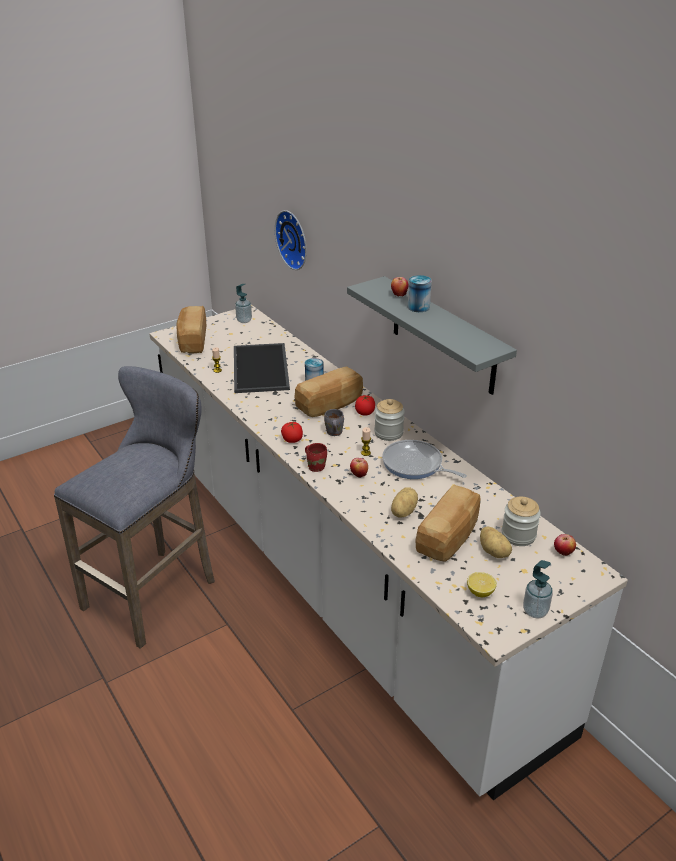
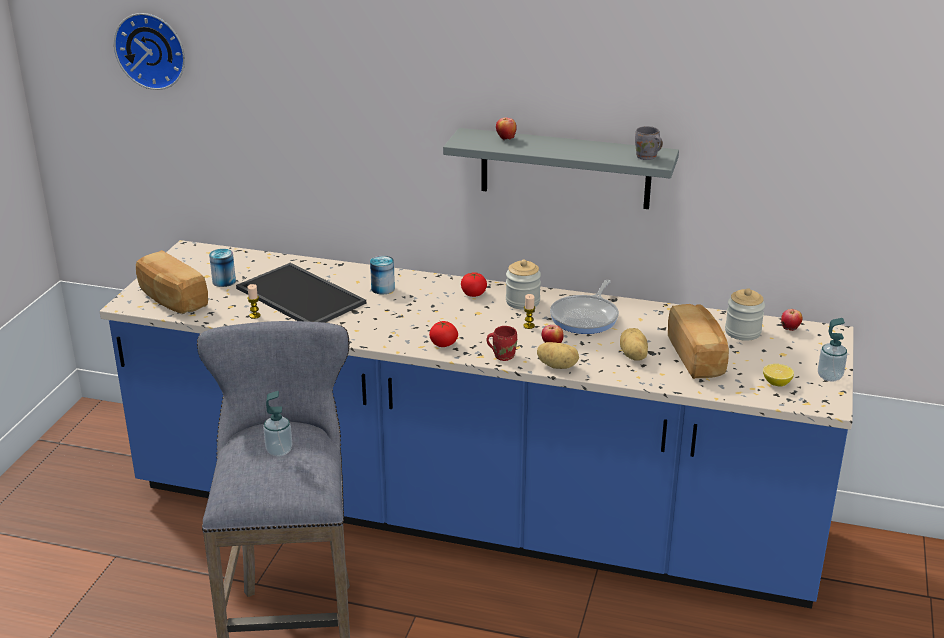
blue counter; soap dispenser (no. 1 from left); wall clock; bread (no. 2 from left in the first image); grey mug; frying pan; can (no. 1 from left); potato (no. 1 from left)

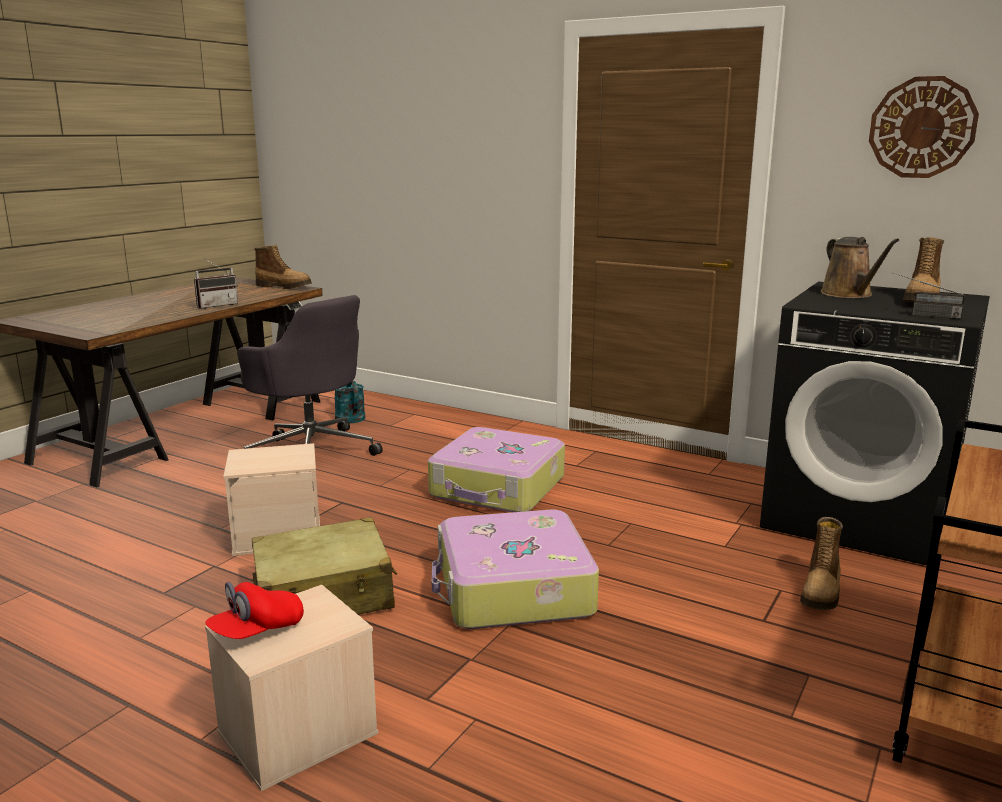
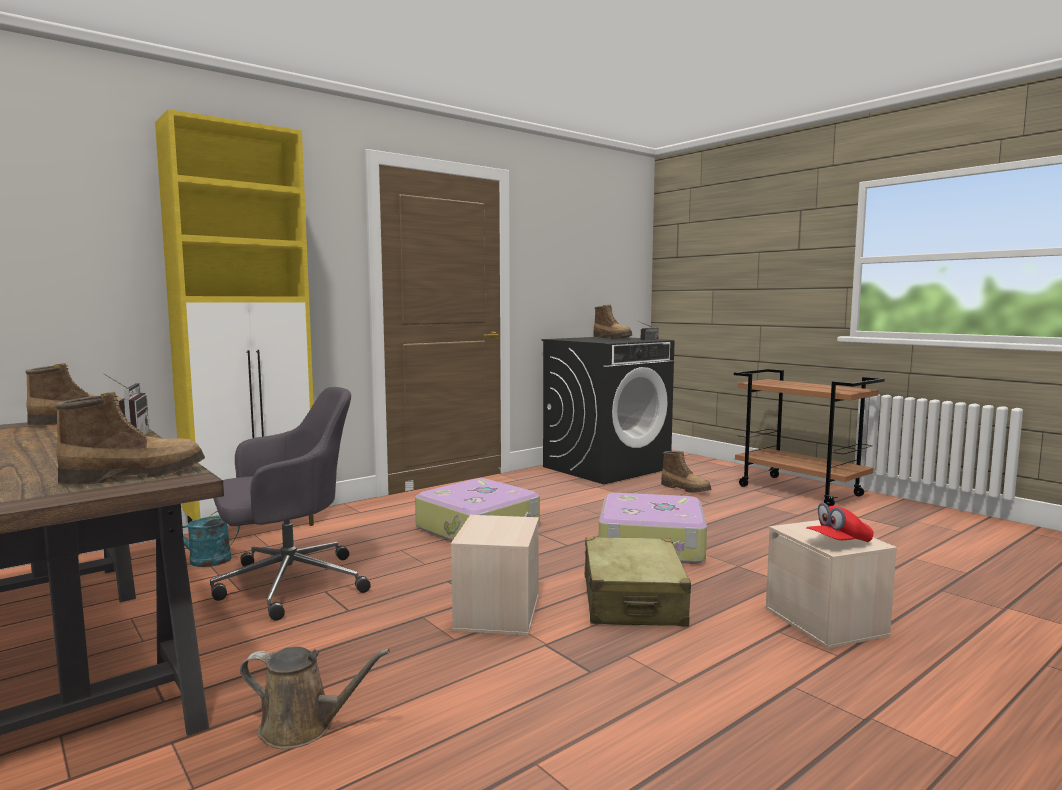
red cap; brown watering can; wall clock; boot (no. 2 from left); yellow cabinet

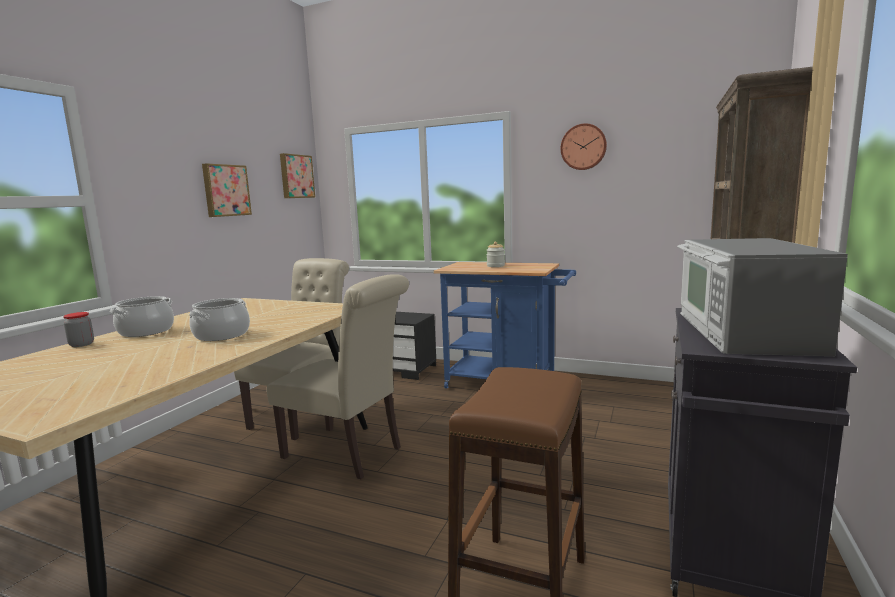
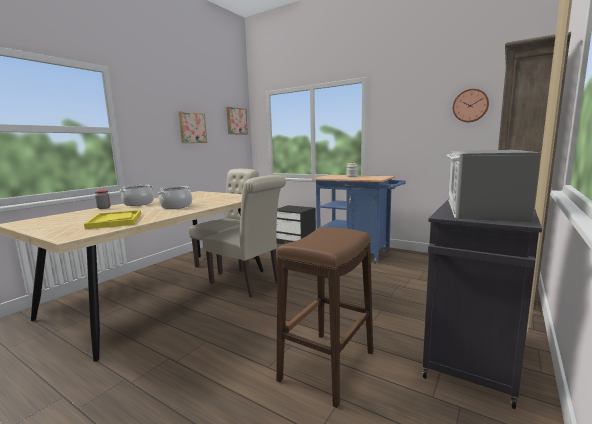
wall clock; yellow tray

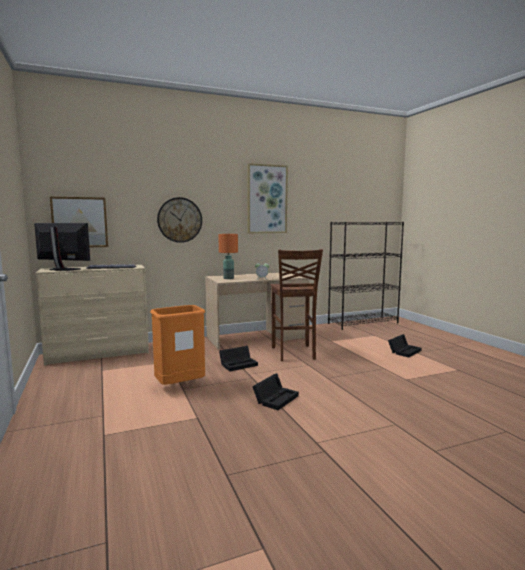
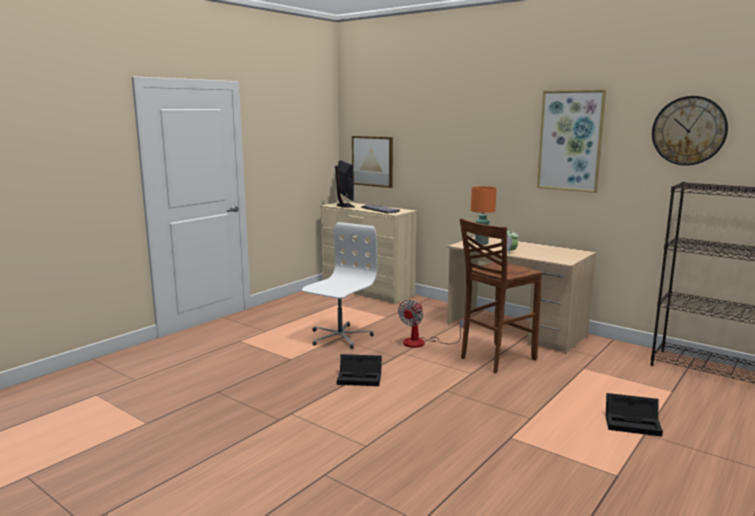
white office chair; wall clock; fan

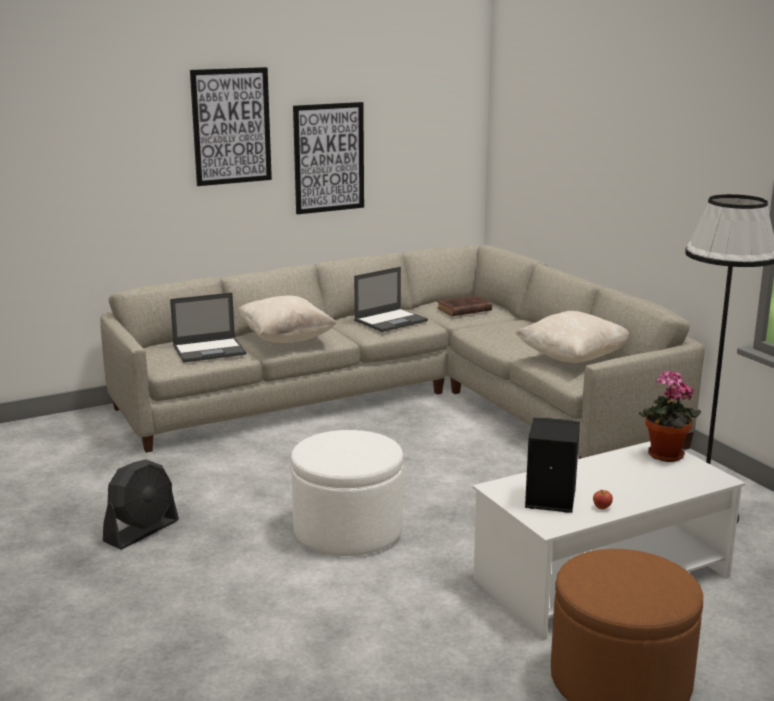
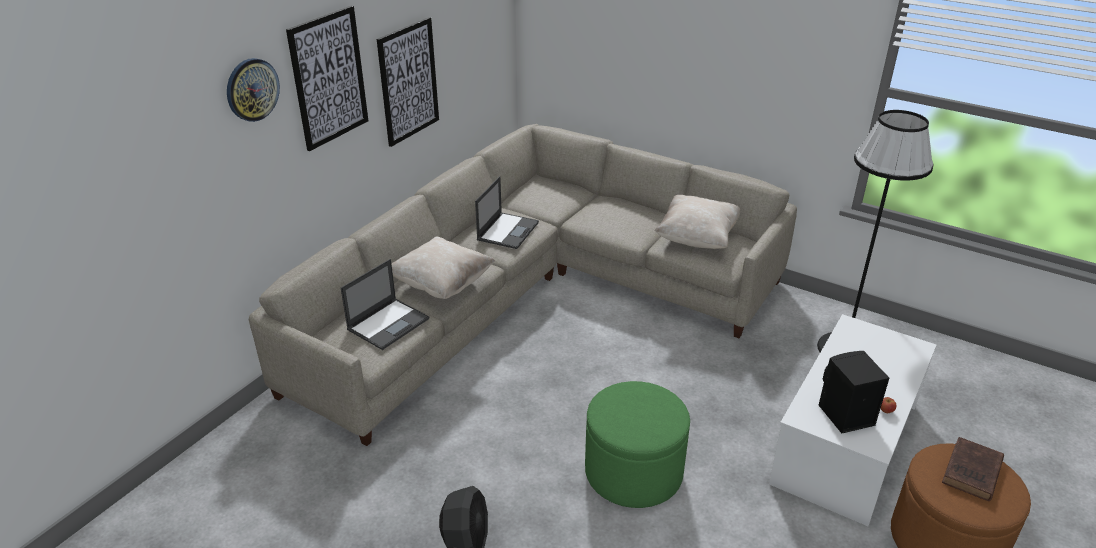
green ottoman; brown book; potted plant; wall clock

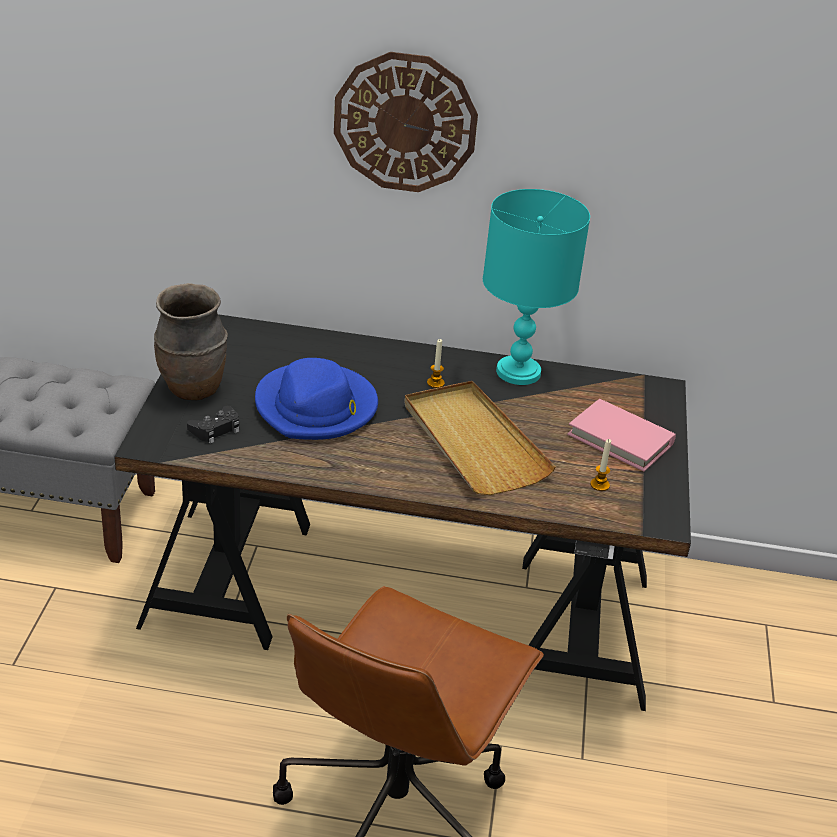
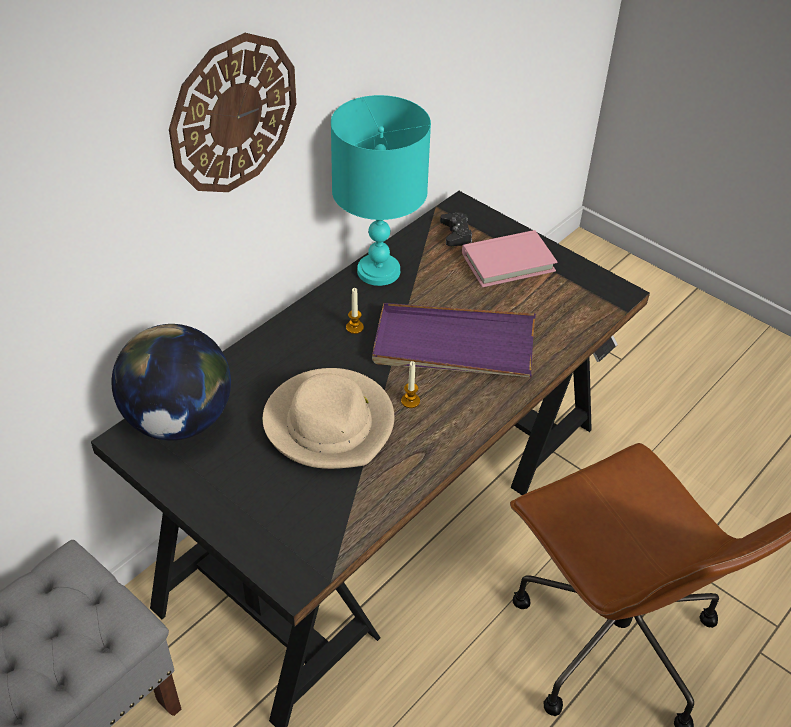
brown vase; black game controller; beige hat; purple tray; candle (no. 2 from left); globe

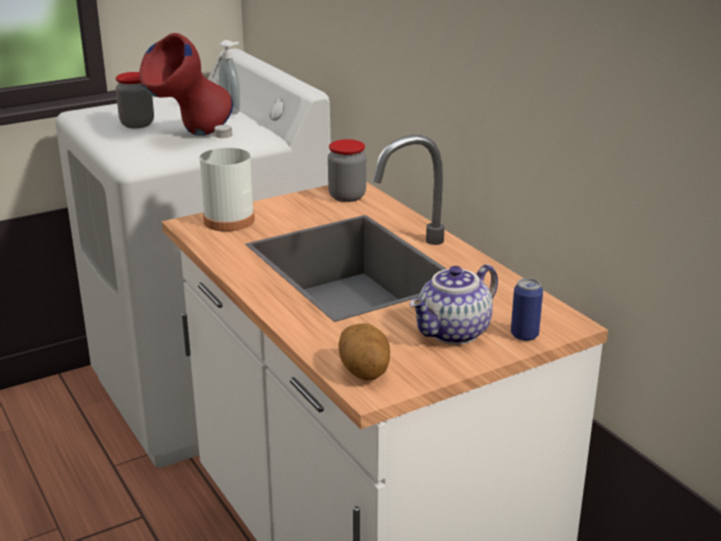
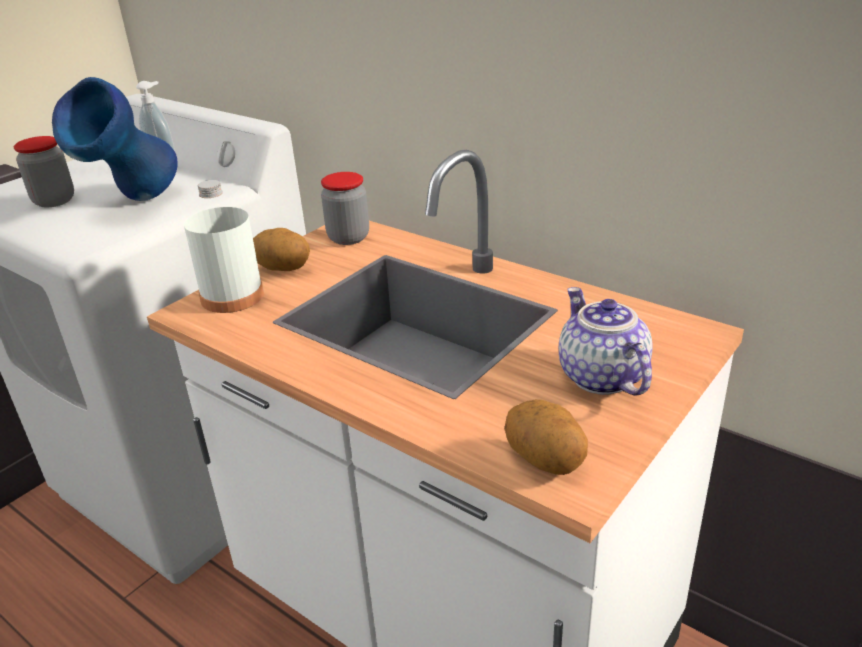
blue vase; teapot; can; potato (no. 1 from left)

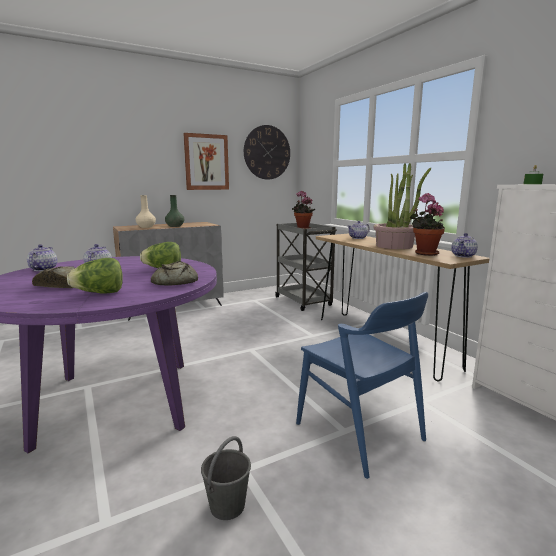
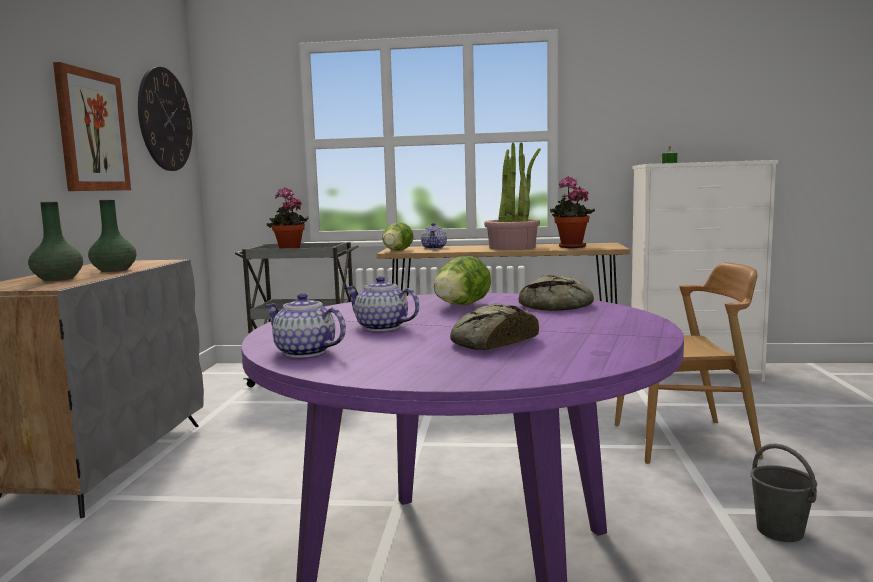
lettuce (no. 1 from left); green vase (no. 1 from left); brown chair; teapot (no. 4 from left in the first image)

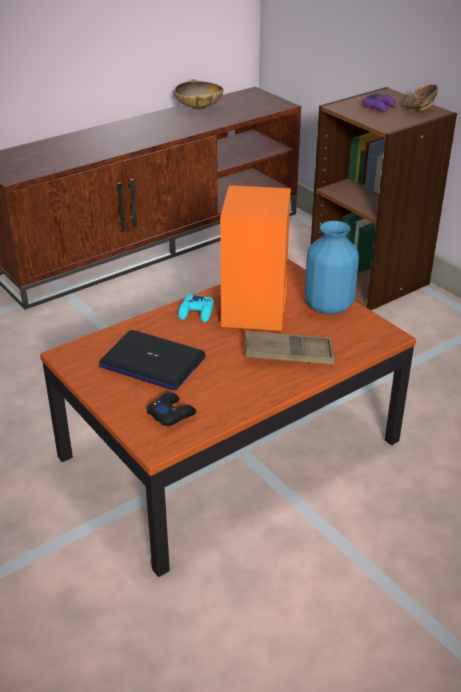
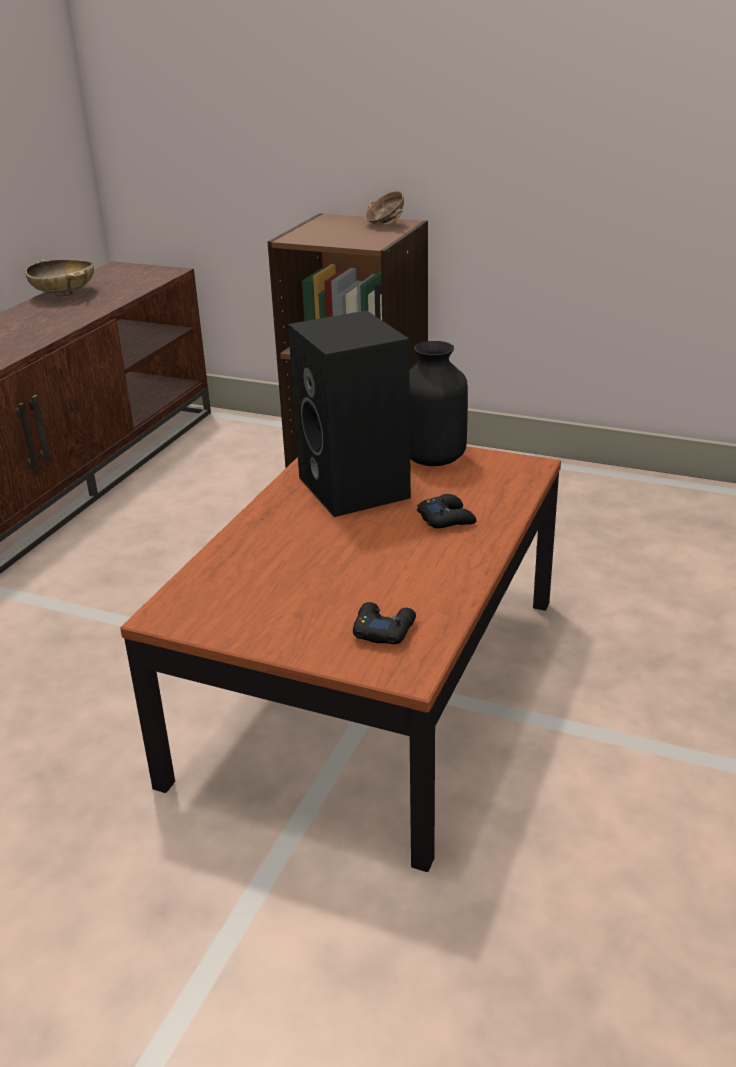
laptop; turquoise game controller; black speaker; black game controller (no. 2 from left); black vase; purple game controller

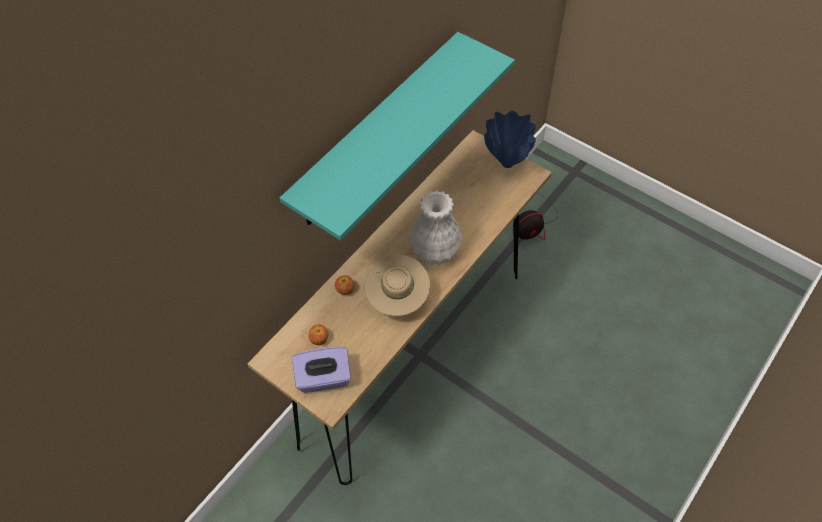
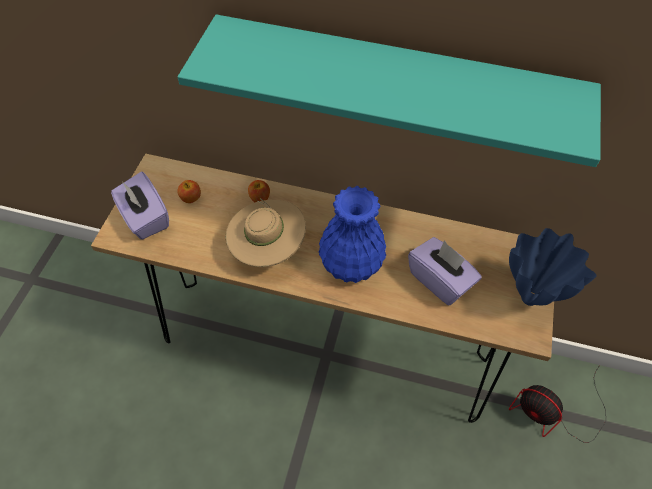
blue vase (no. 1 from left); purple tissue box (no. 2 from left)

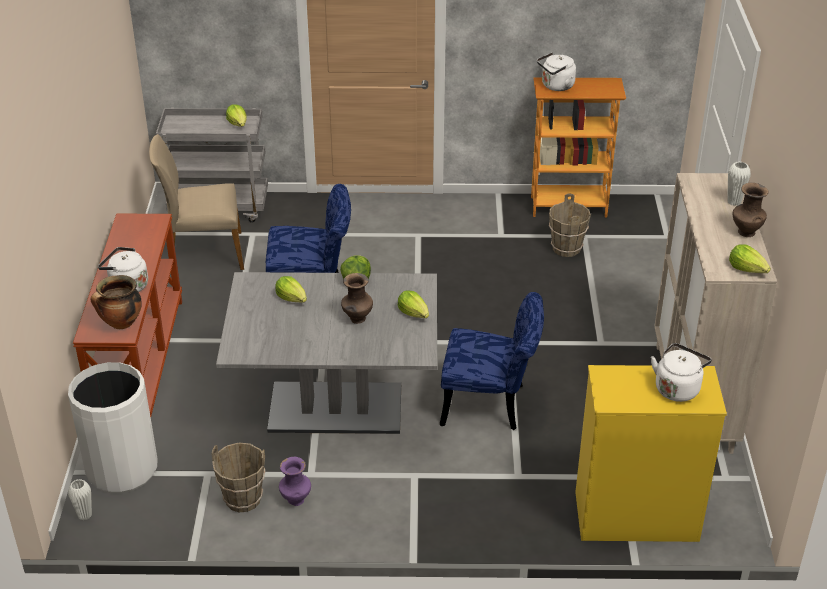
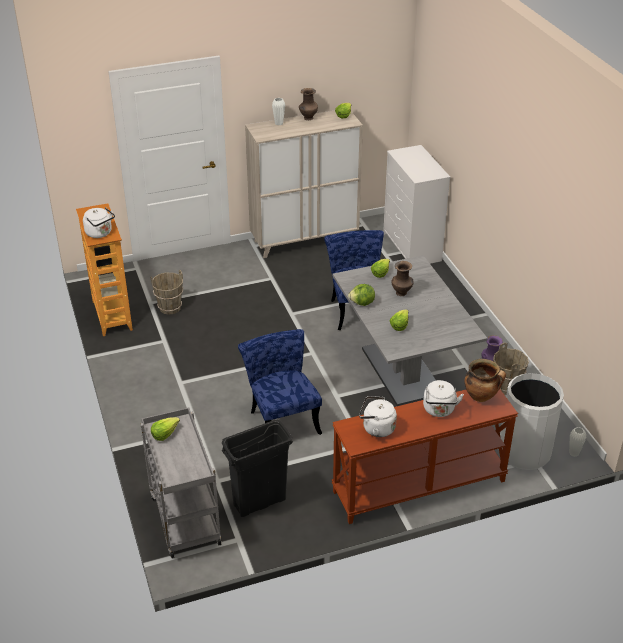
black trash can; white dresser; white kettle (no. 2 from left)

